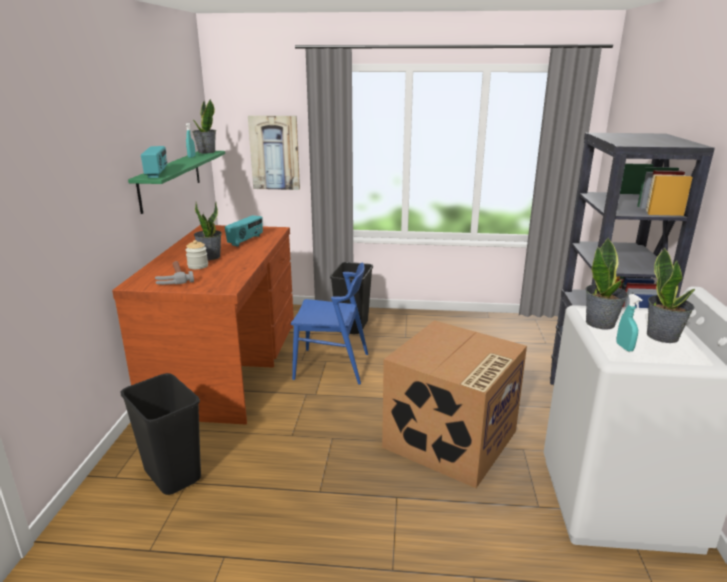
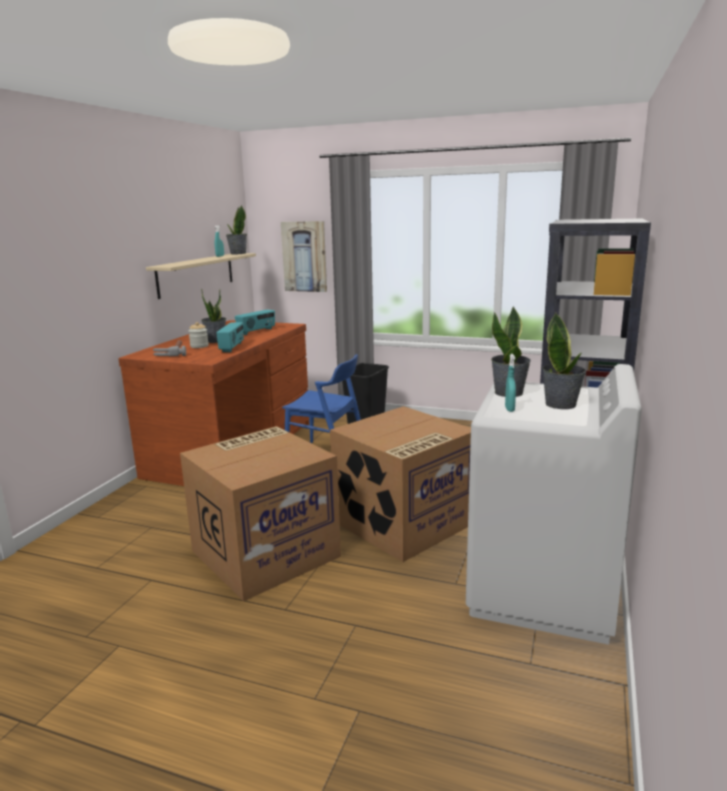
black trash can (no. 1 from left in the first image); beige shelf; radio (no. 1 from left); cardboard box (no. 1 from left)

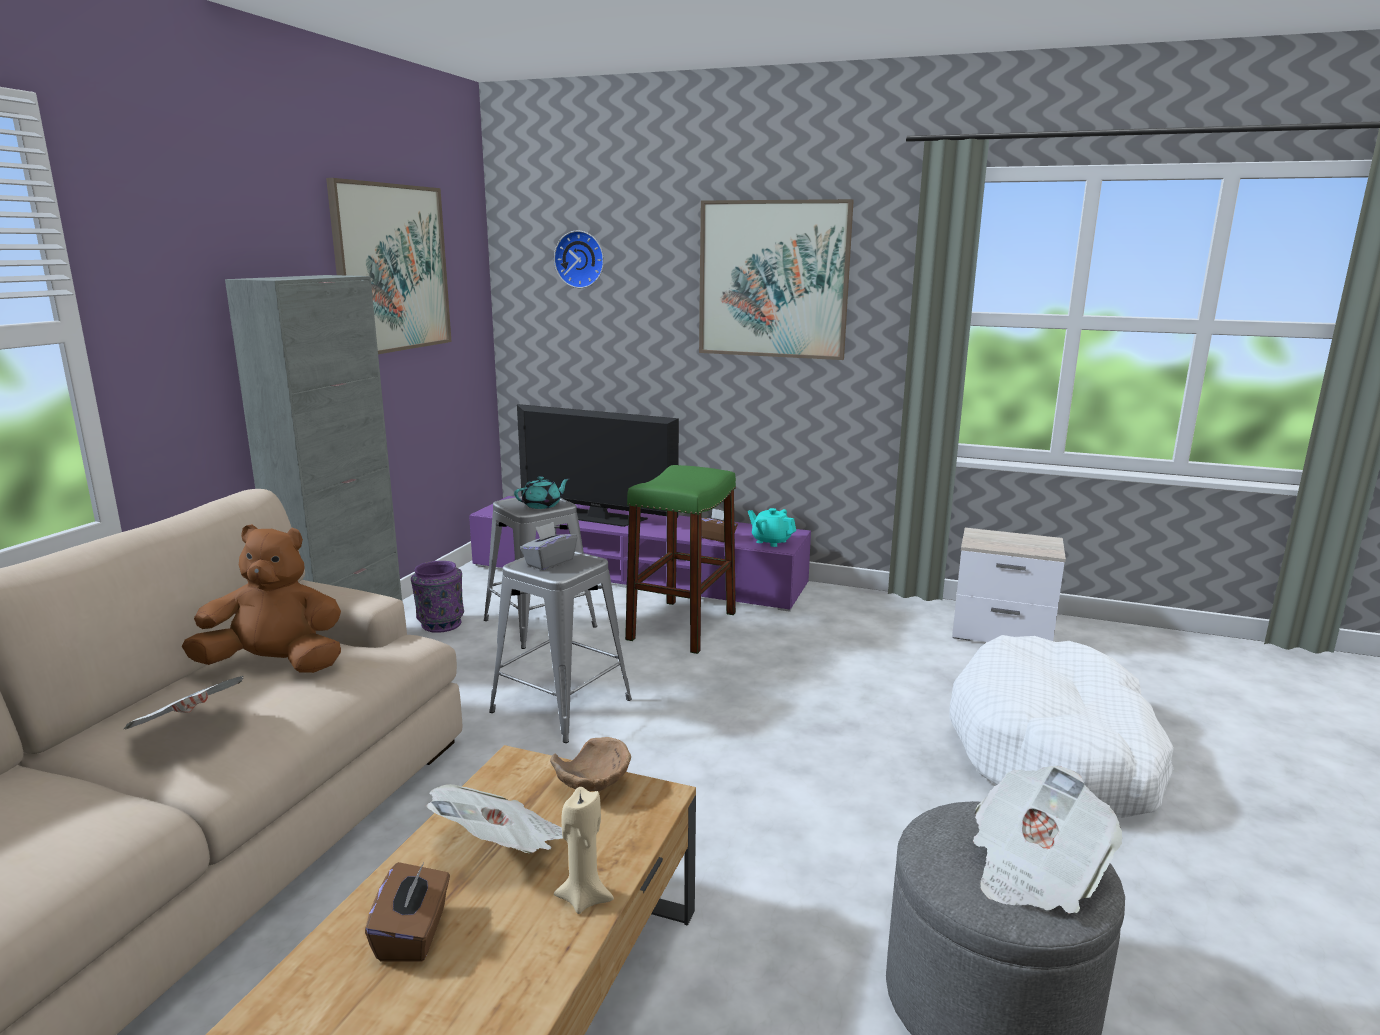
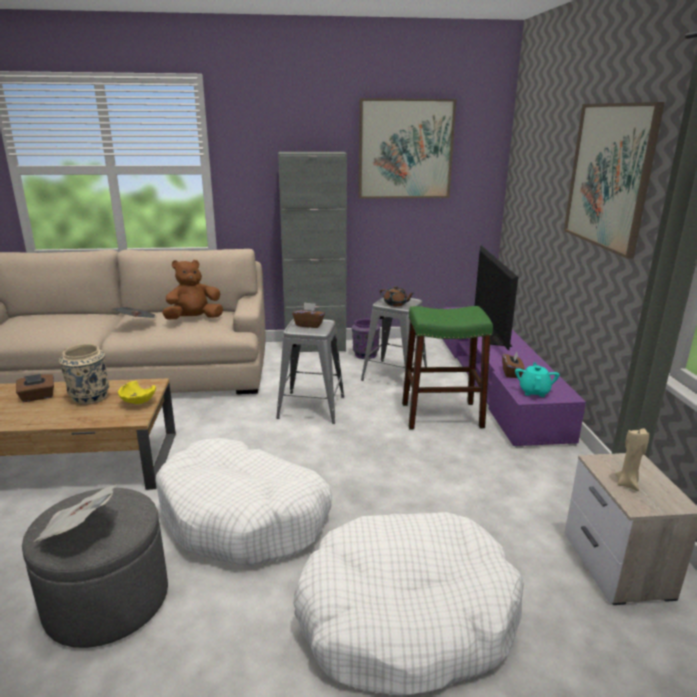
brown plush toy; beige vase; brown teapot; brown tissue box (no. 2 from left); yellow bowl; wall clock; beige candle; white dog bed (no. 1 from left)

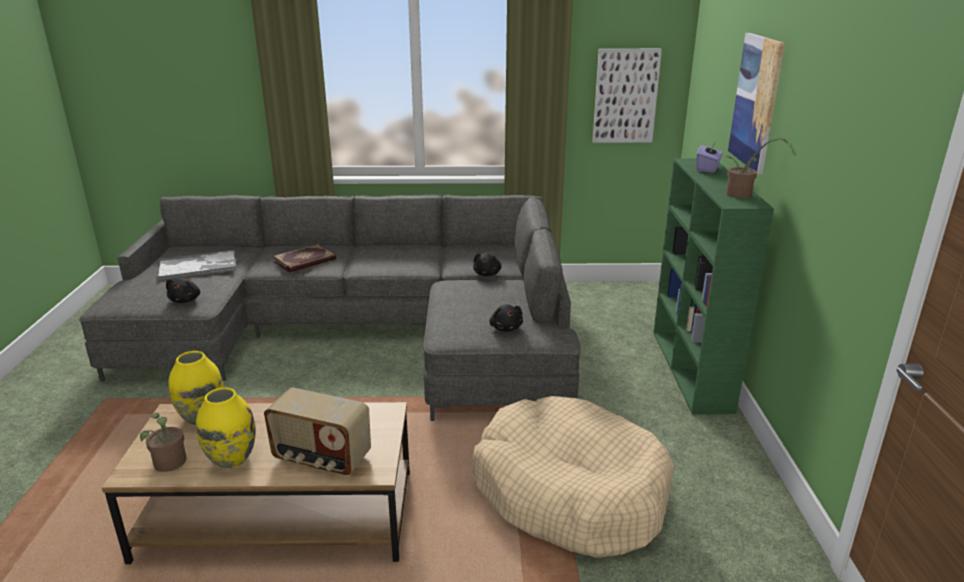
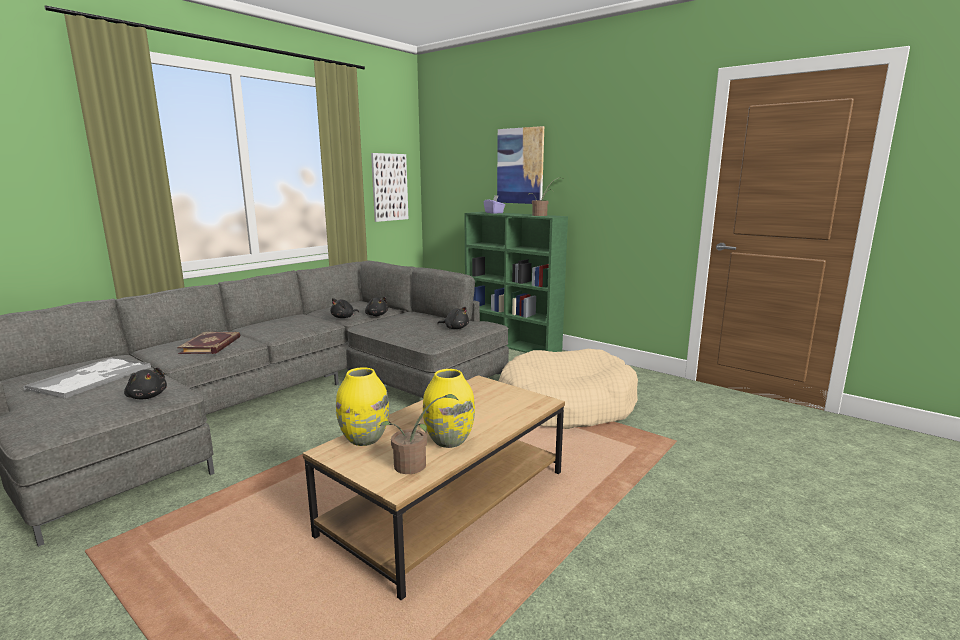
radio; black plush toy (no. 2 from left)

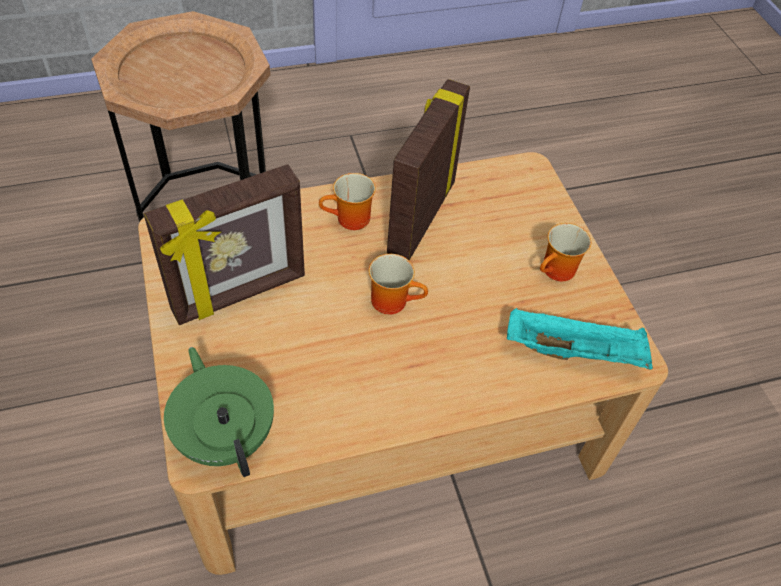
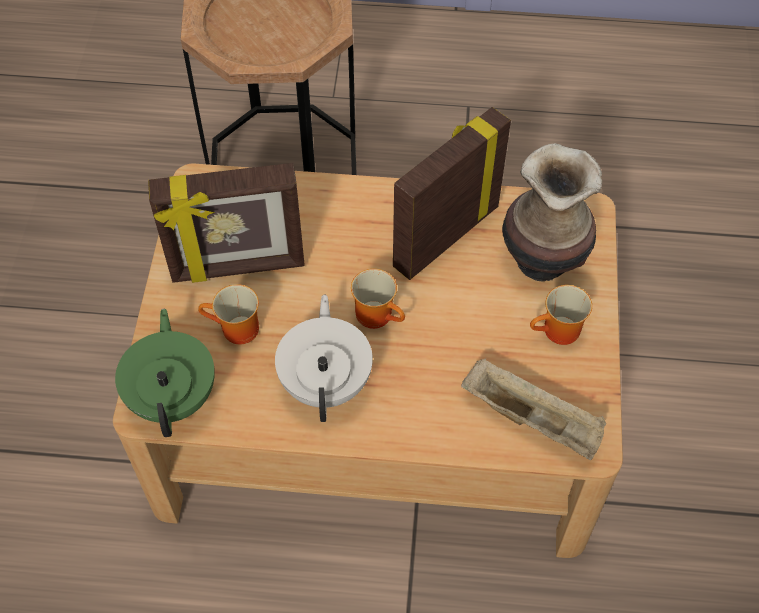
mug (no. 1 from left); beige tray; white teapot; vase

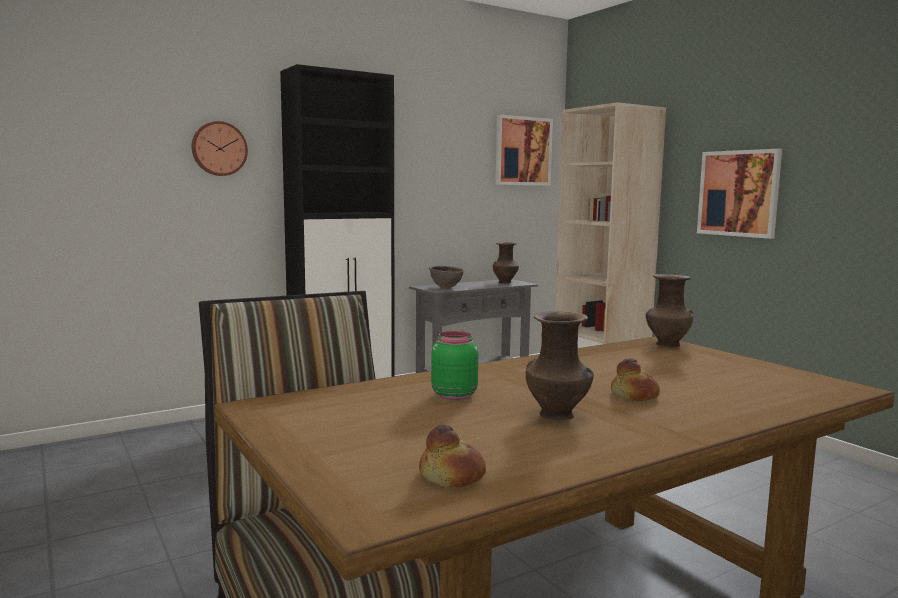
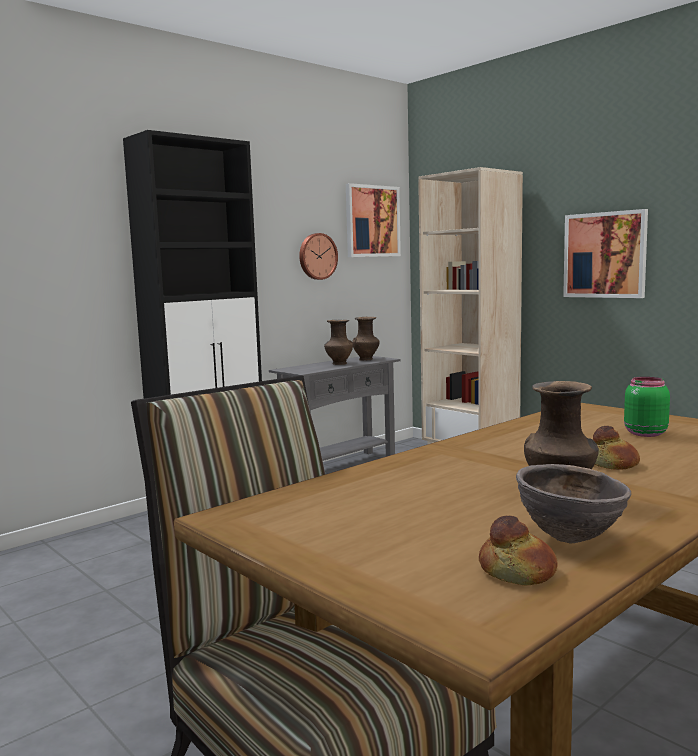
wall clock; brown bowl; green jar; brown vase (no. 1 from left)

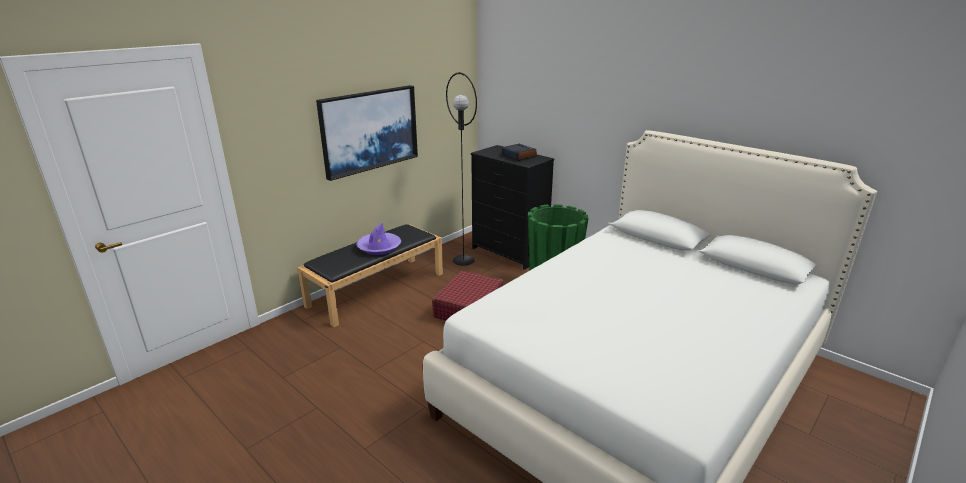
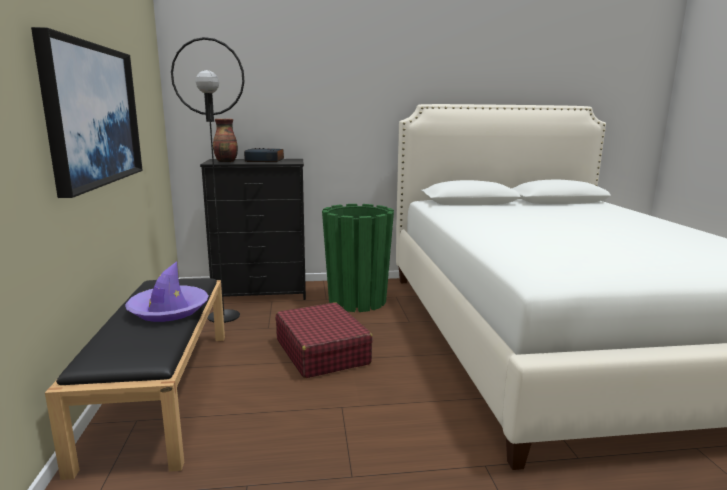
vase

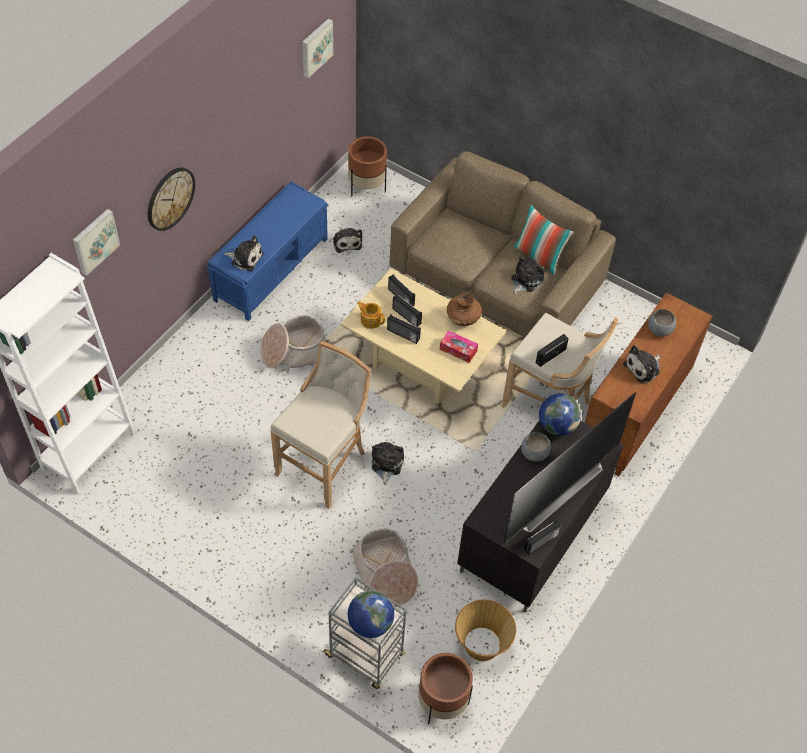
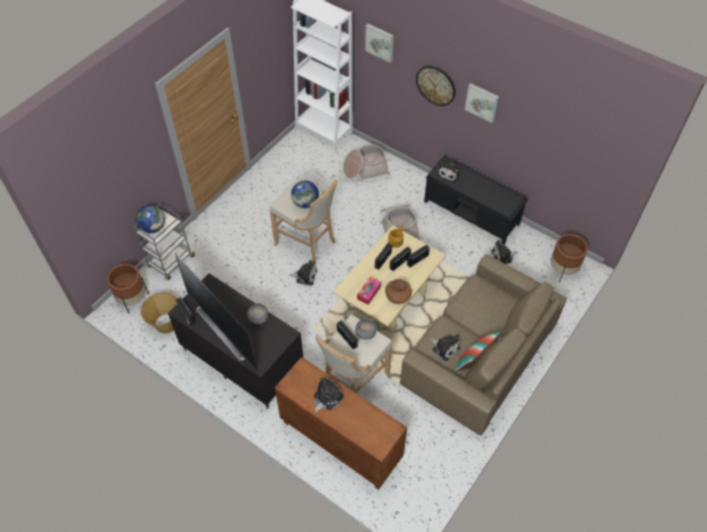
black bench; picture (no. 2 from left); basket (no. 2 from left); globe (no. 2 from left); plush toy (no. 2 from left); grey bowl (no. 2 from left)

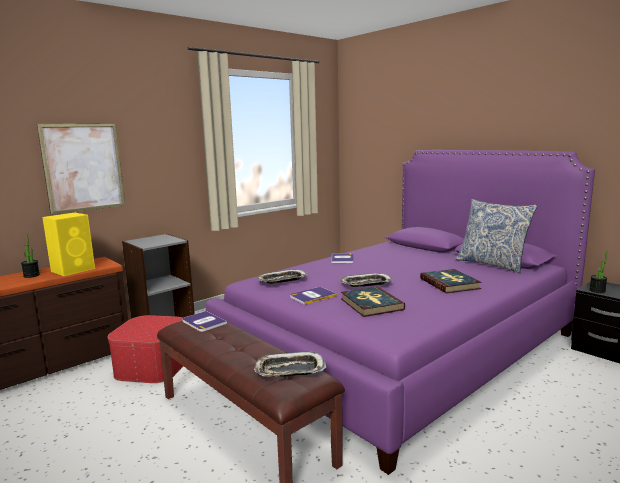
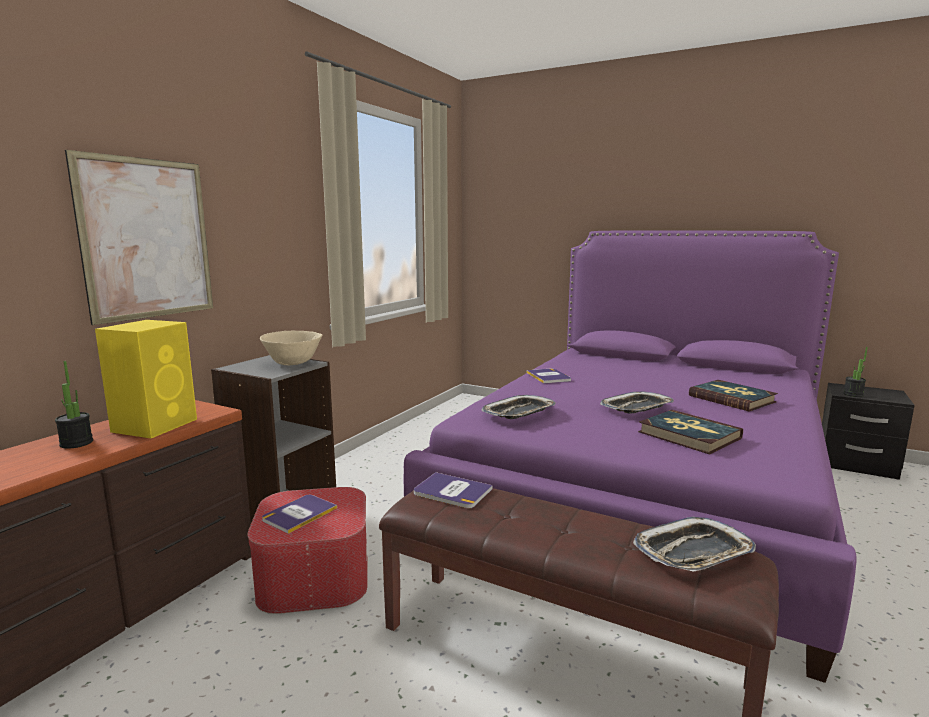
book (no. 1 from left); pillow; beige bowl

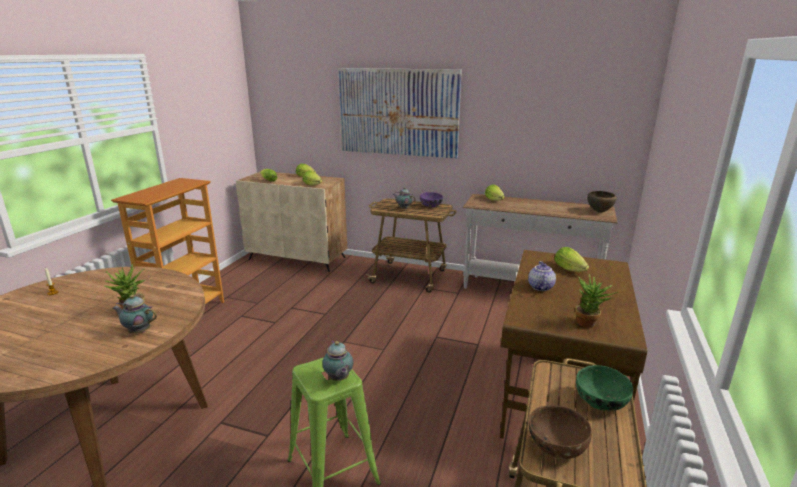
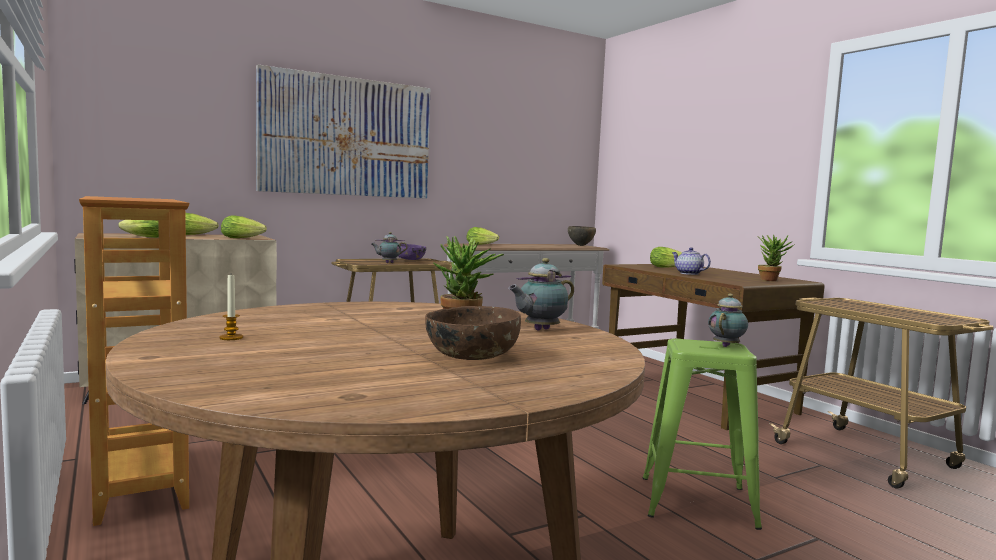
teapot (no. 4 from left); brown bowl (no. 1 from left); green bowl

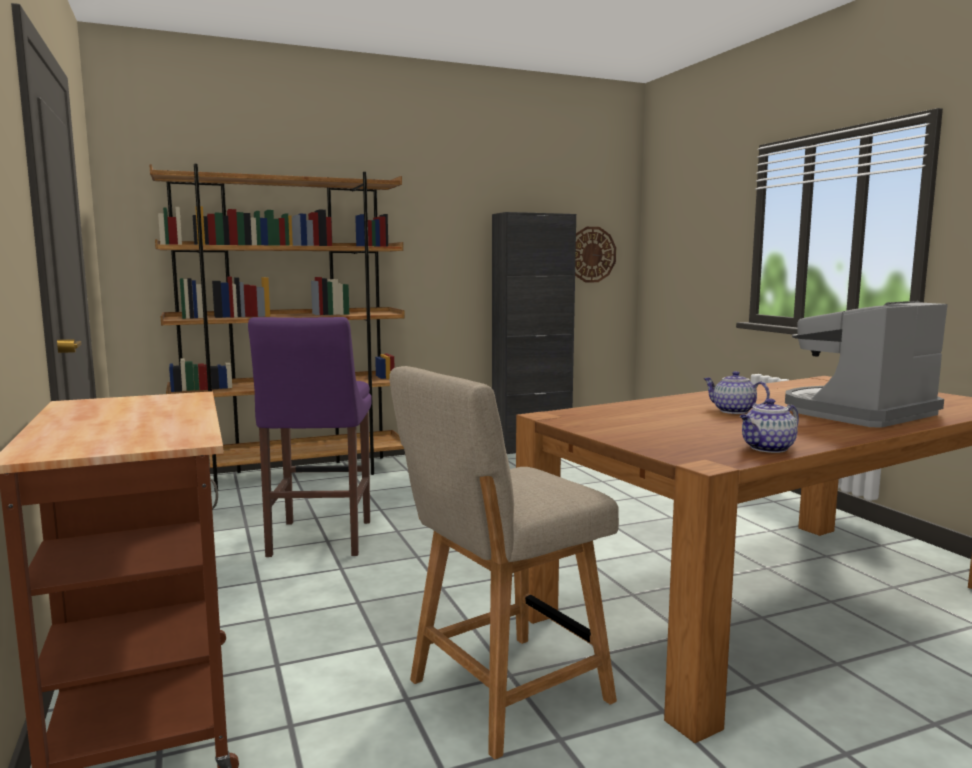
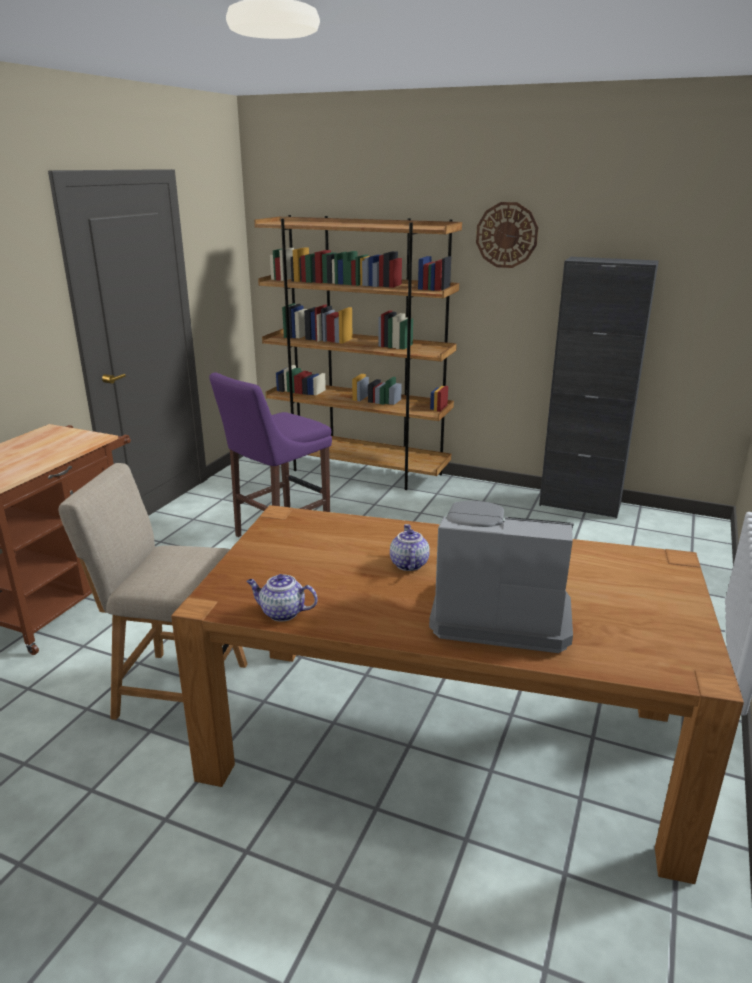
wall clock

